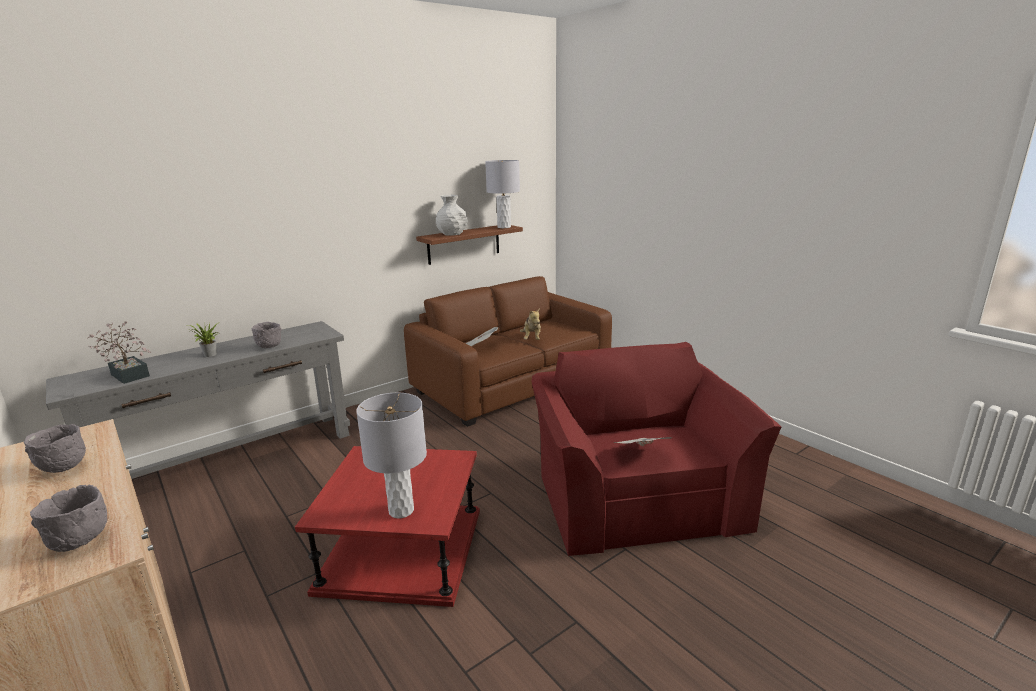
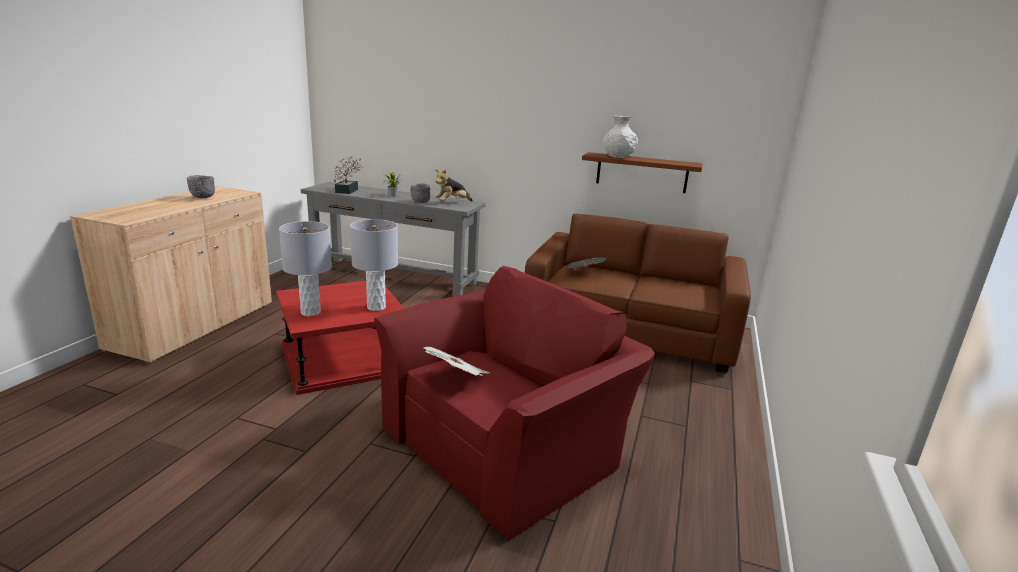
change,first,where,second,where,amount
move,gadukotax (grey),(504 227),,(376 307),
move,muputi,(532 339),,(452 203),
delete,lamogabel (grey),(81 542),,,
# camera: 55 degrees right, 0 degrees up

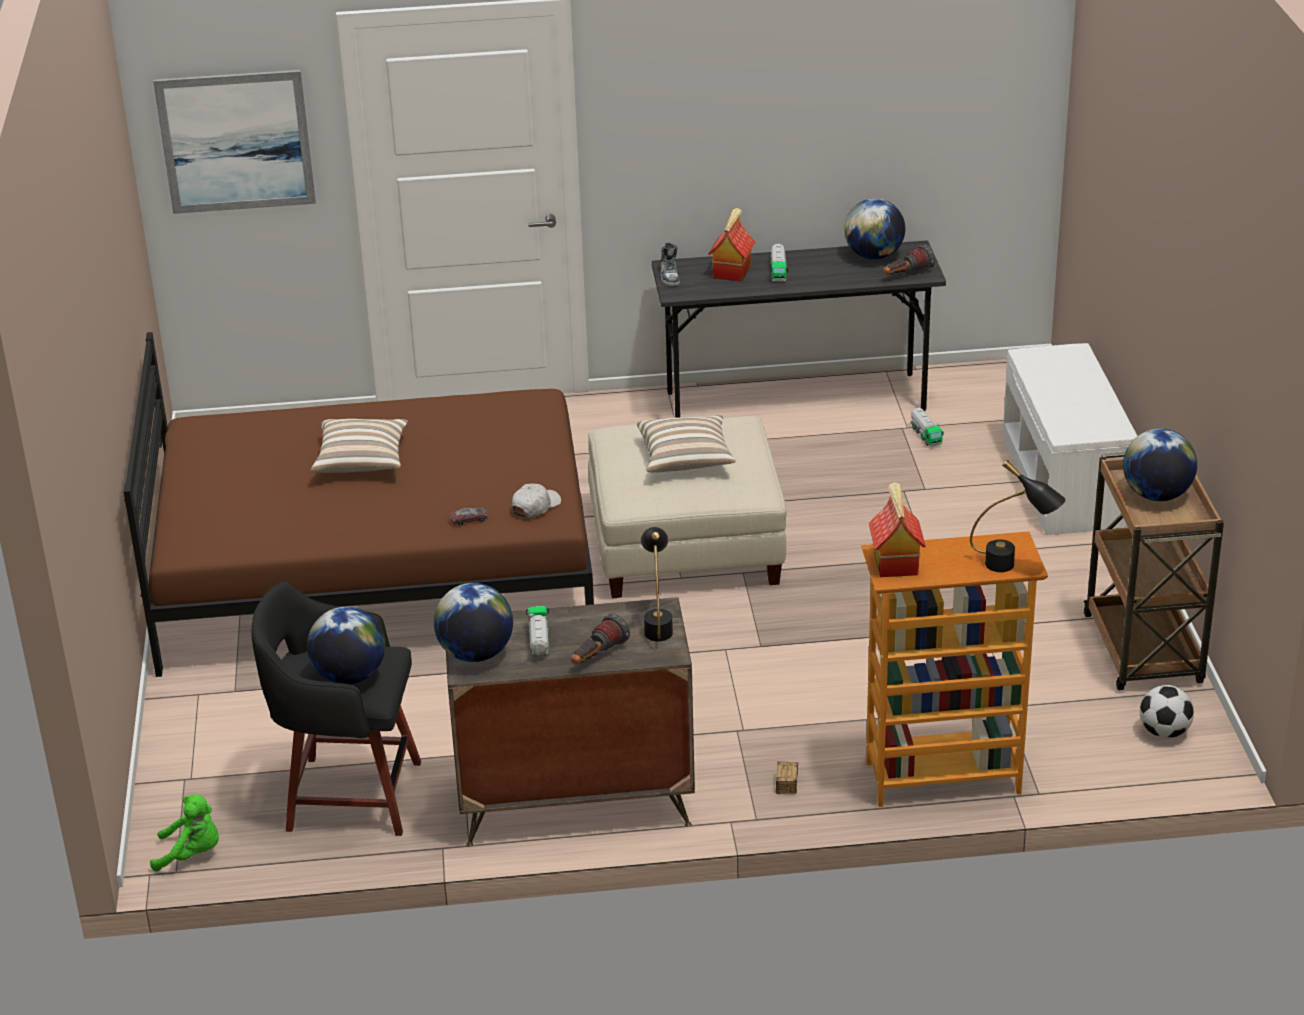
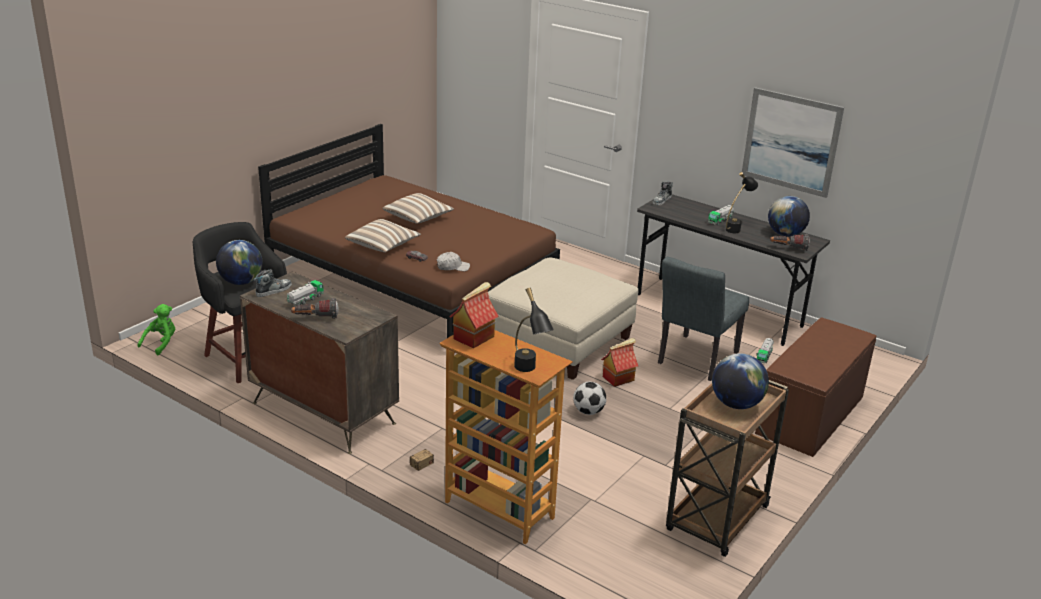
change,first,where,second,where,amount
rotate,muputi (green),(192 854),,(161 343),105 degrees counterclockwise
replace,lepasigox,(476 654),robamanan,(273 290),
move,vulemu,(686 459),,(383 246),
move,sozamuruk,(1164 732),,(588 412),
move,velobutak,(731 271),,(618 378),
insert,,,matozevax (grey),(694 360),
move,gadukotax (black),(658 624),,(736 228),
move,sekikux,(236 141),,(791 142),
recolor,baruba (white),(1066 482),baruba (brown),(811 416),
# camera: 40 degrees right, 5 degrees down

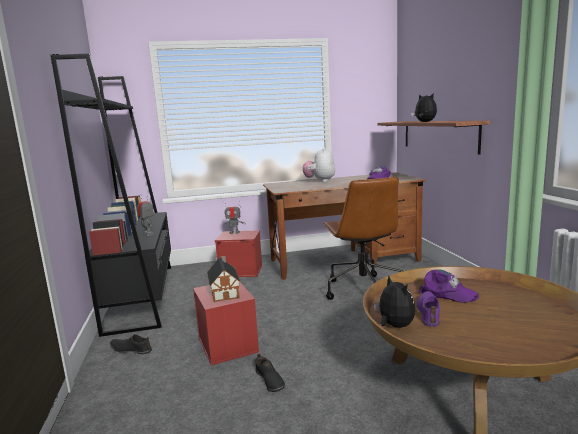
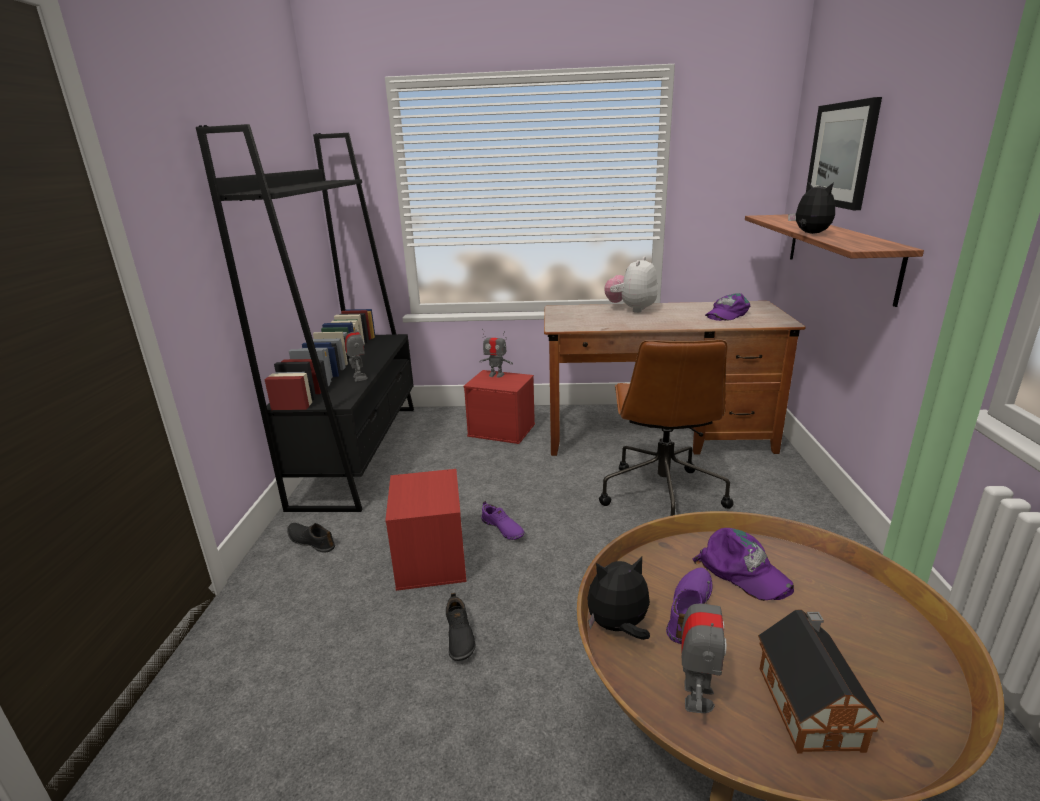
change,first,where,second,where,amount
insert,,,robamanan (purple),(502 529),
rotate,muputi,(394 326),,(618 627),90 degrees counterclockwise
insert,,,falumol,(696 696),
move,velobutak,(225 292),,(808 703),
insert,,,sekikux,(841 154),
# camera: 15 degrees right, 10 degrees up

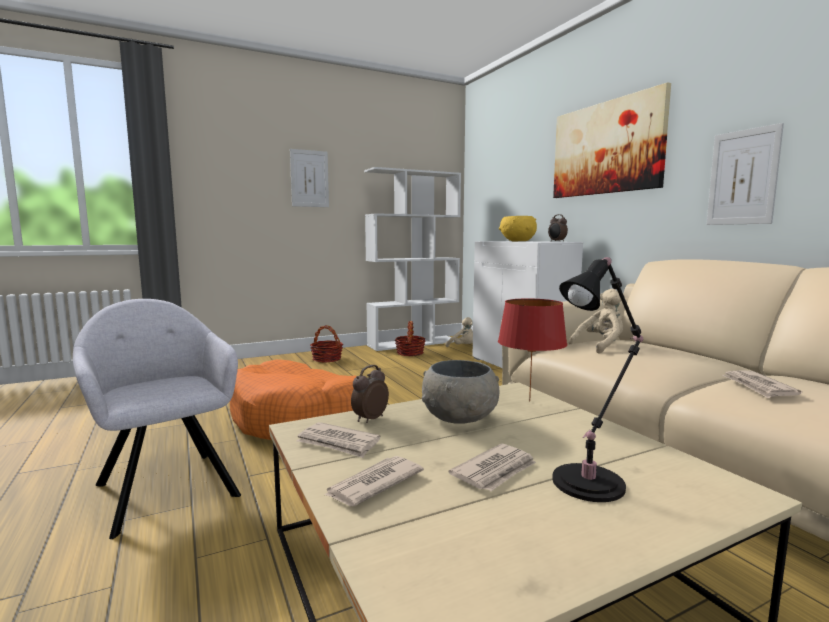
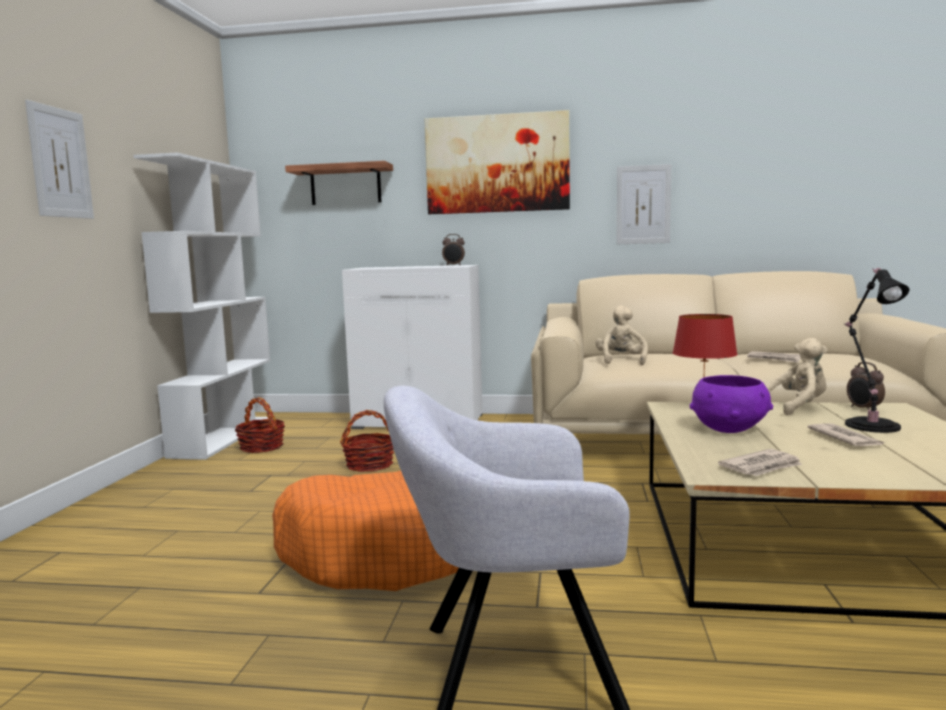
change,first,where,second,where,amount
insert,,,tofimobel,(345 185),
move,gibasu,(327 359),,(369 465),
recolor,lamogabel (grey),(460 419),lamogabel (purple),(729 429),
move,muputi (beige),(463 347),,(797 407),
move,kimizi,(369 419),,(863 409),
delete,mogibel,(373 484),,,
delete,lamogabel (yellow),(517 241),,,
# camera: 55 degrees left, 0 degrees up

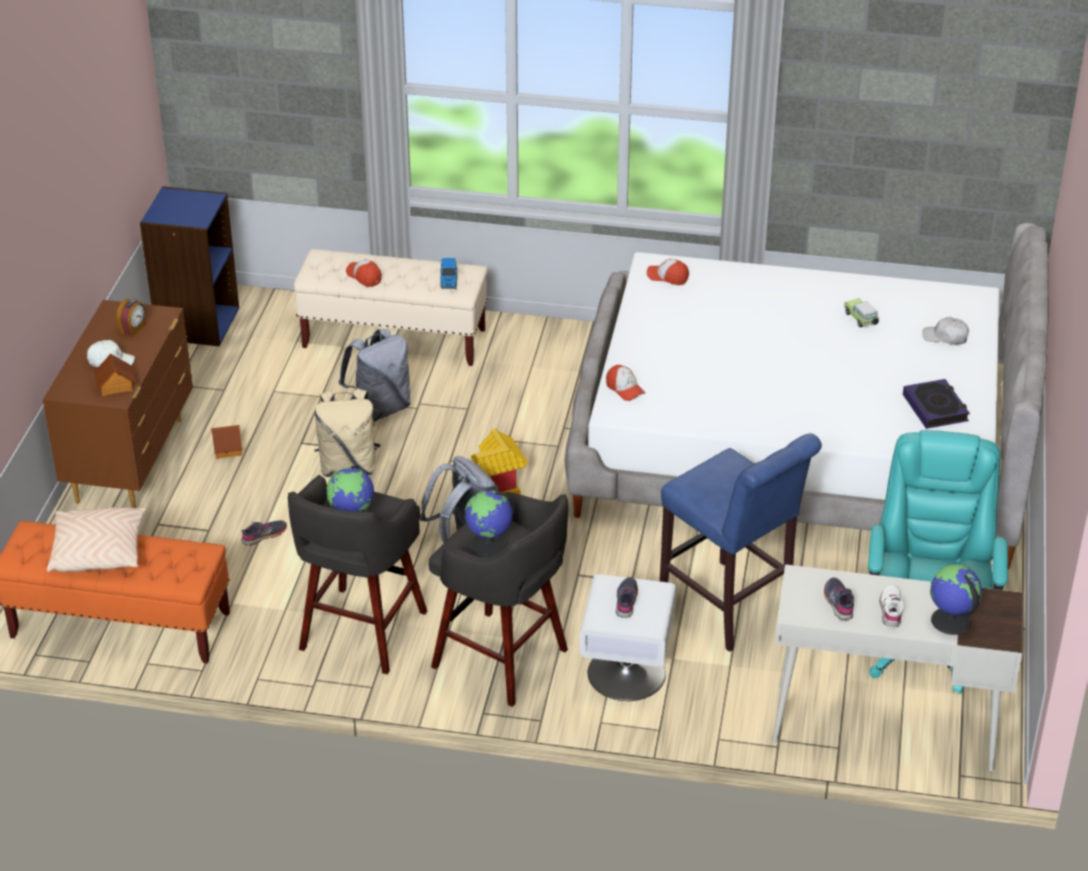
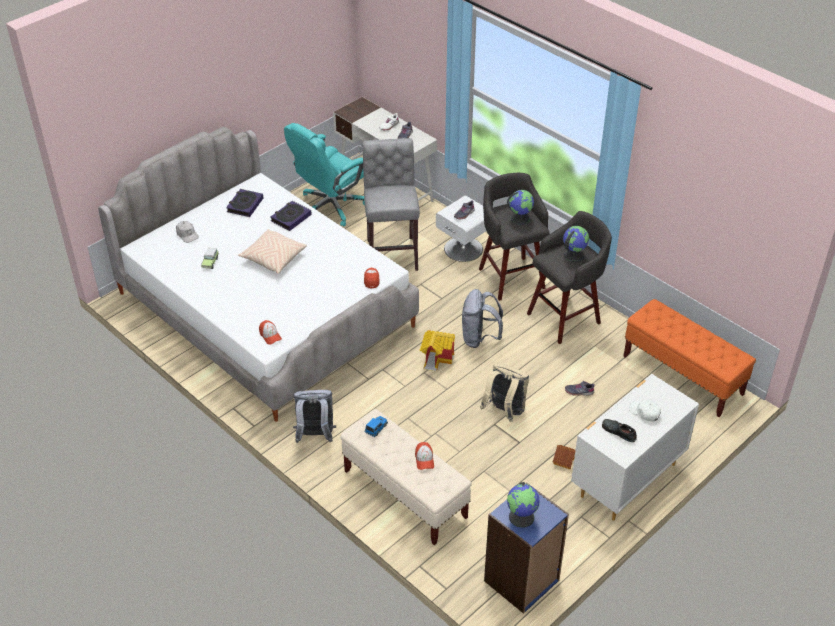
change,first,where,second,where,amount
move,vulemu (beige),(99 552),,(273 258),
insert,,,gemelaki,(291 218),
move,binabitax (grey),(380 409),,(315 435),
recolor,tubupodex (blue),(730 610),tubupodex (grey),(392 253),
move,lepasigox,(950 621),,(522 517),
recolor,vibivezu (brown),(132 460),vibivezu (white),(626 480),
replace,kimizi,(133 329),robamanan (black),(618 432),
delete,velobutak,(115 386),,,
# camera: 145 degrees left, 5 degrees up

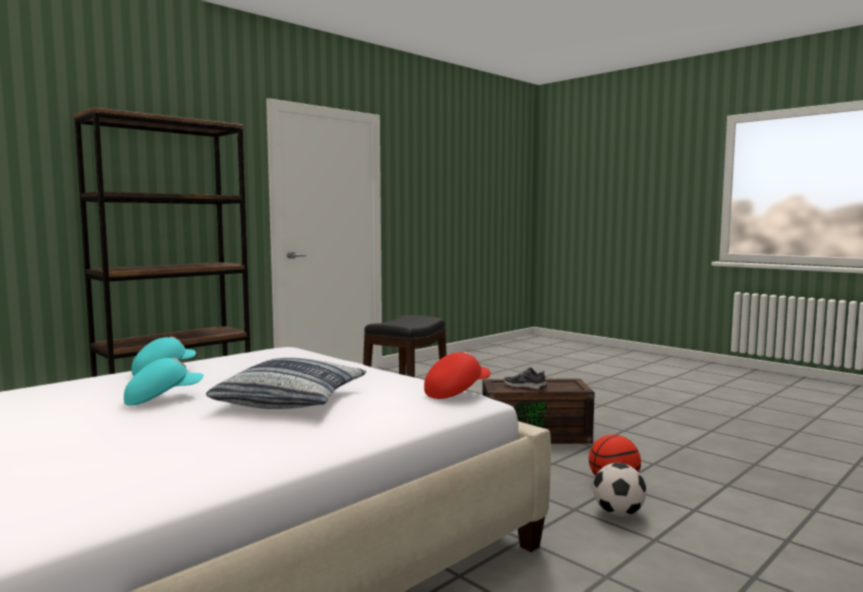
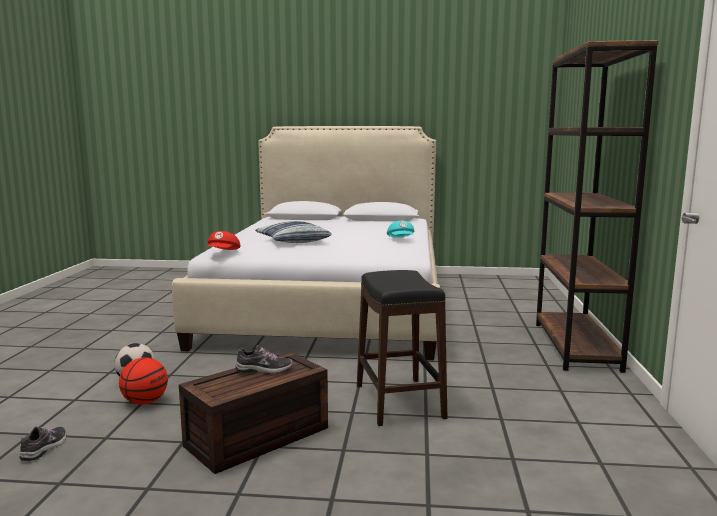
change,first,where,second,where,amount
insert,,,robamanan,(45 448),
delete,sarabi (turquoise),(163 398),,,
# camera: 140 degrees right, 5 degrees up

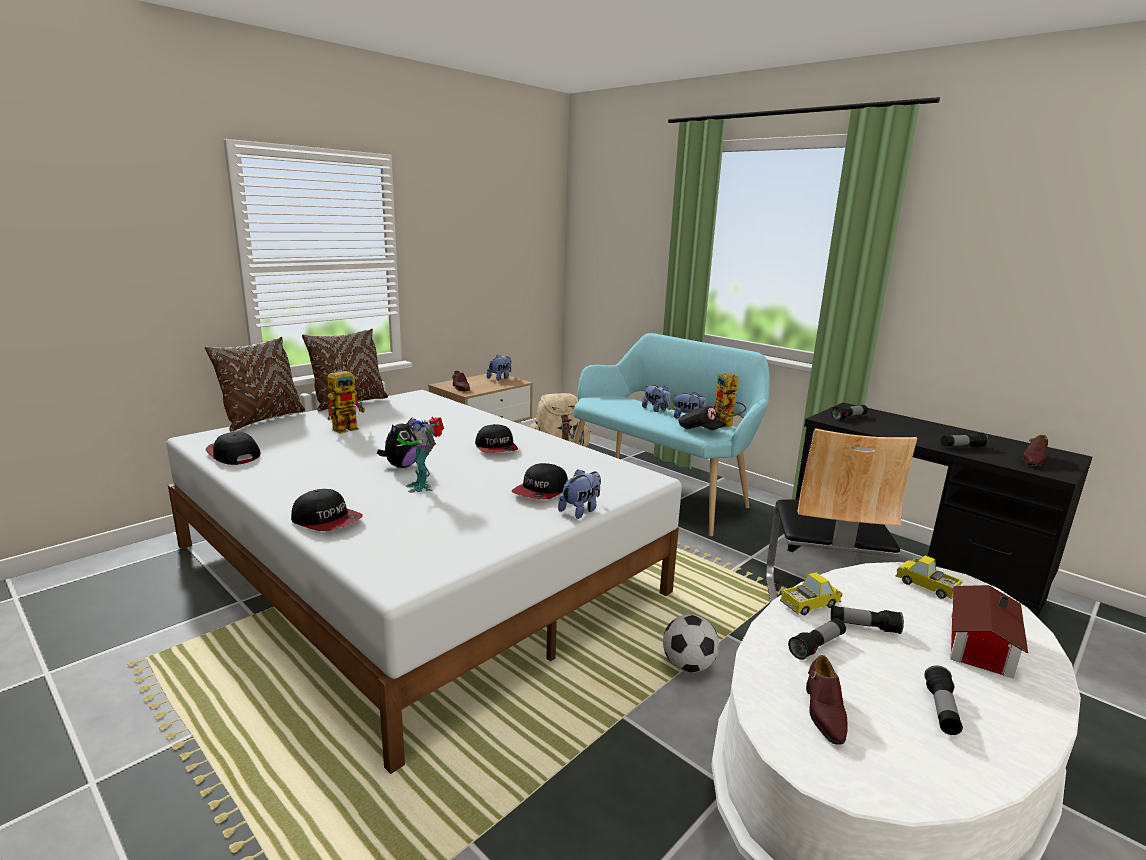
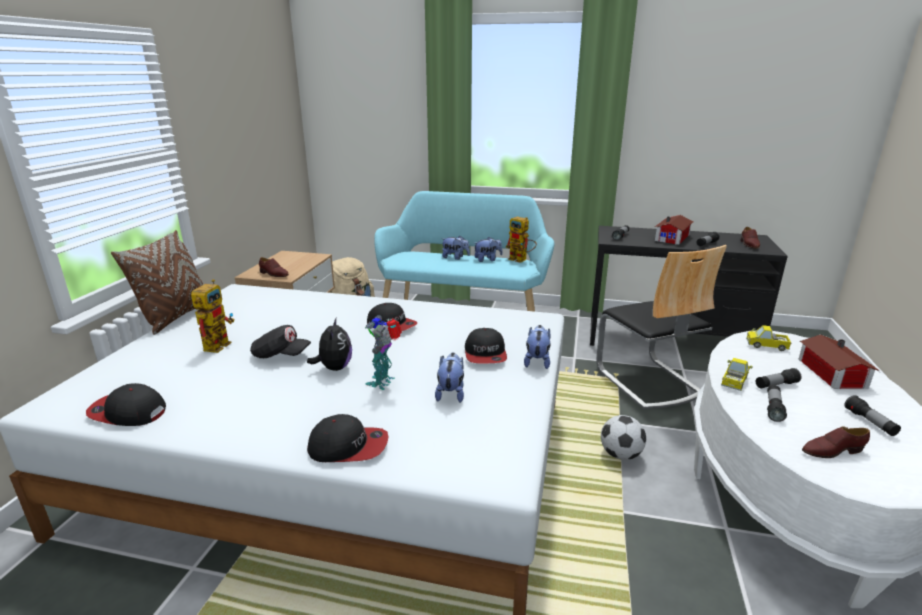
change,first,where,second,where,amount
move,sarabi (black),(700 430),,(281 355),
rotate,falumol,(422 486),,(383 381),75 degrees clockwise
move,muputi,(500 378),,(451 393),
insert,,,velobutak,(673 238),
rotate,robamanan (brown),(823 712),,(831 451),105 degrees clockwise
delete,vulemu (brown),(263 419),,,
# camera: 30 degrees left, 5 degrees up

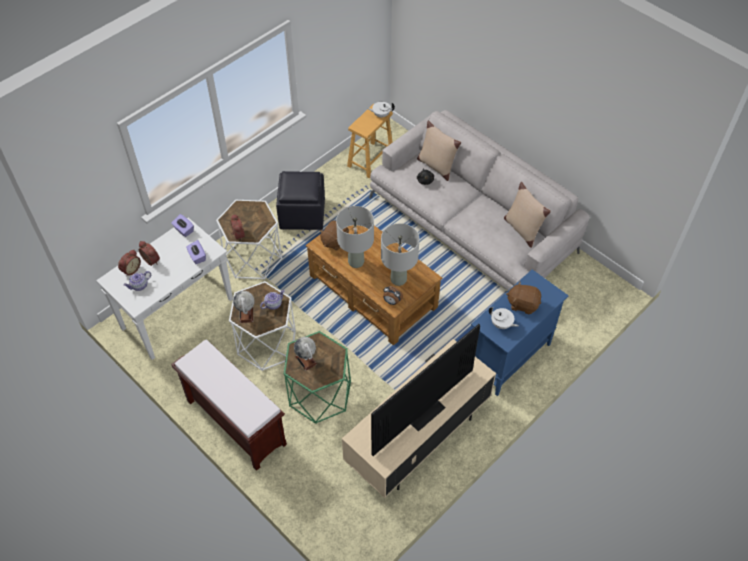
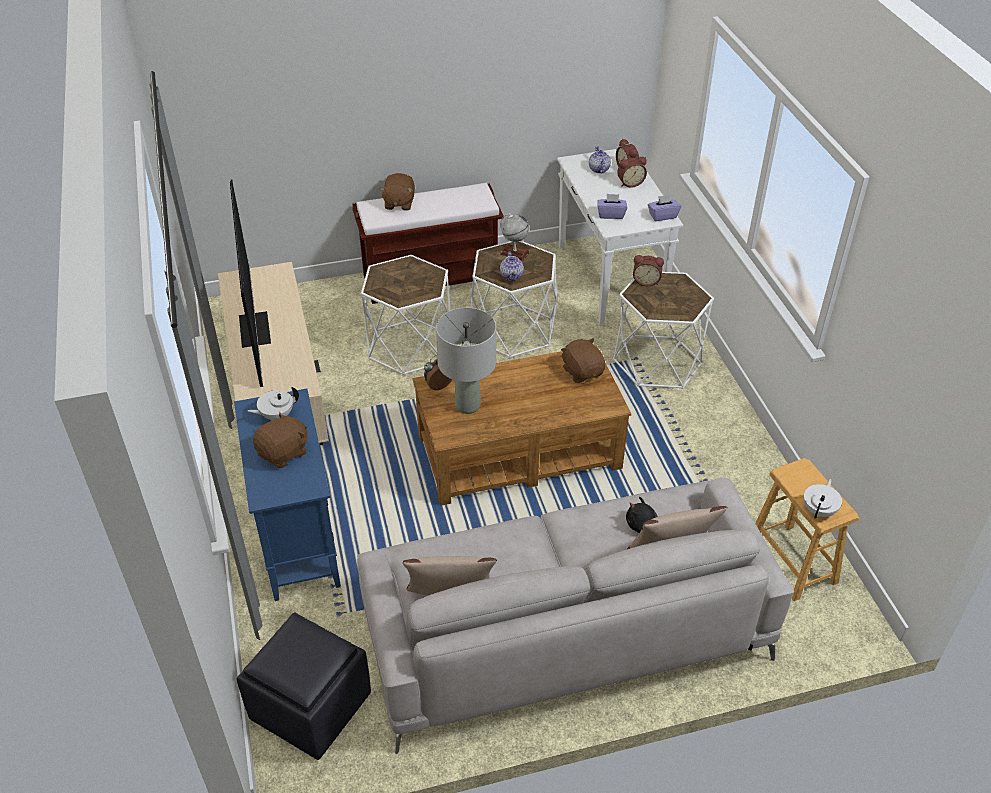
change,first,where,second,where,amount
move,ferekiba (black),(302 214),,(312 706),
recolor,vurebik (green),(319 393),vurebik (white),(409 347),
insert,,,muputi (brown),(399 203),
delete,lepasigox,(306 360),,,
delete,gadukotax (grey),(356 262),,,
# camera: 120 degrees right, 10 degrees down

